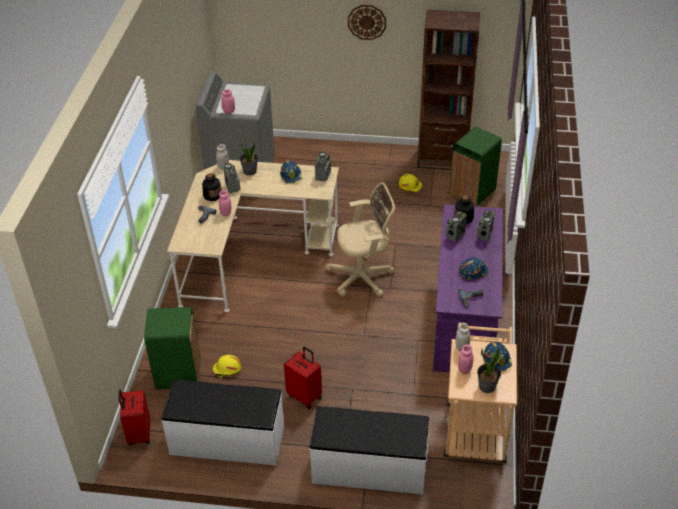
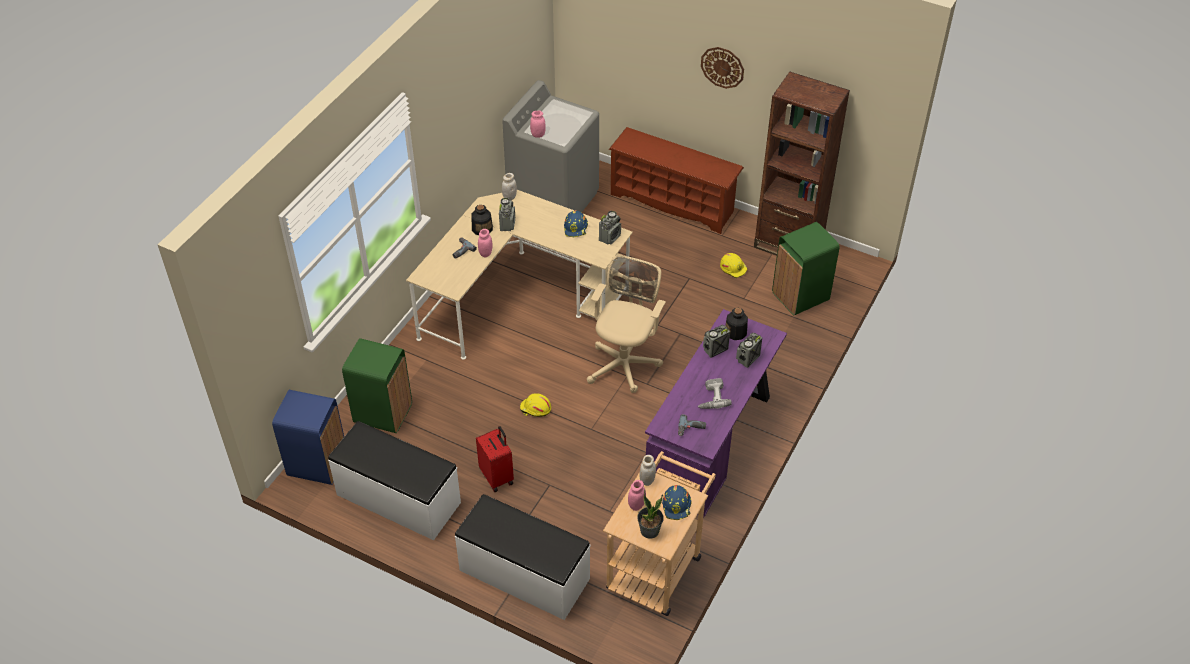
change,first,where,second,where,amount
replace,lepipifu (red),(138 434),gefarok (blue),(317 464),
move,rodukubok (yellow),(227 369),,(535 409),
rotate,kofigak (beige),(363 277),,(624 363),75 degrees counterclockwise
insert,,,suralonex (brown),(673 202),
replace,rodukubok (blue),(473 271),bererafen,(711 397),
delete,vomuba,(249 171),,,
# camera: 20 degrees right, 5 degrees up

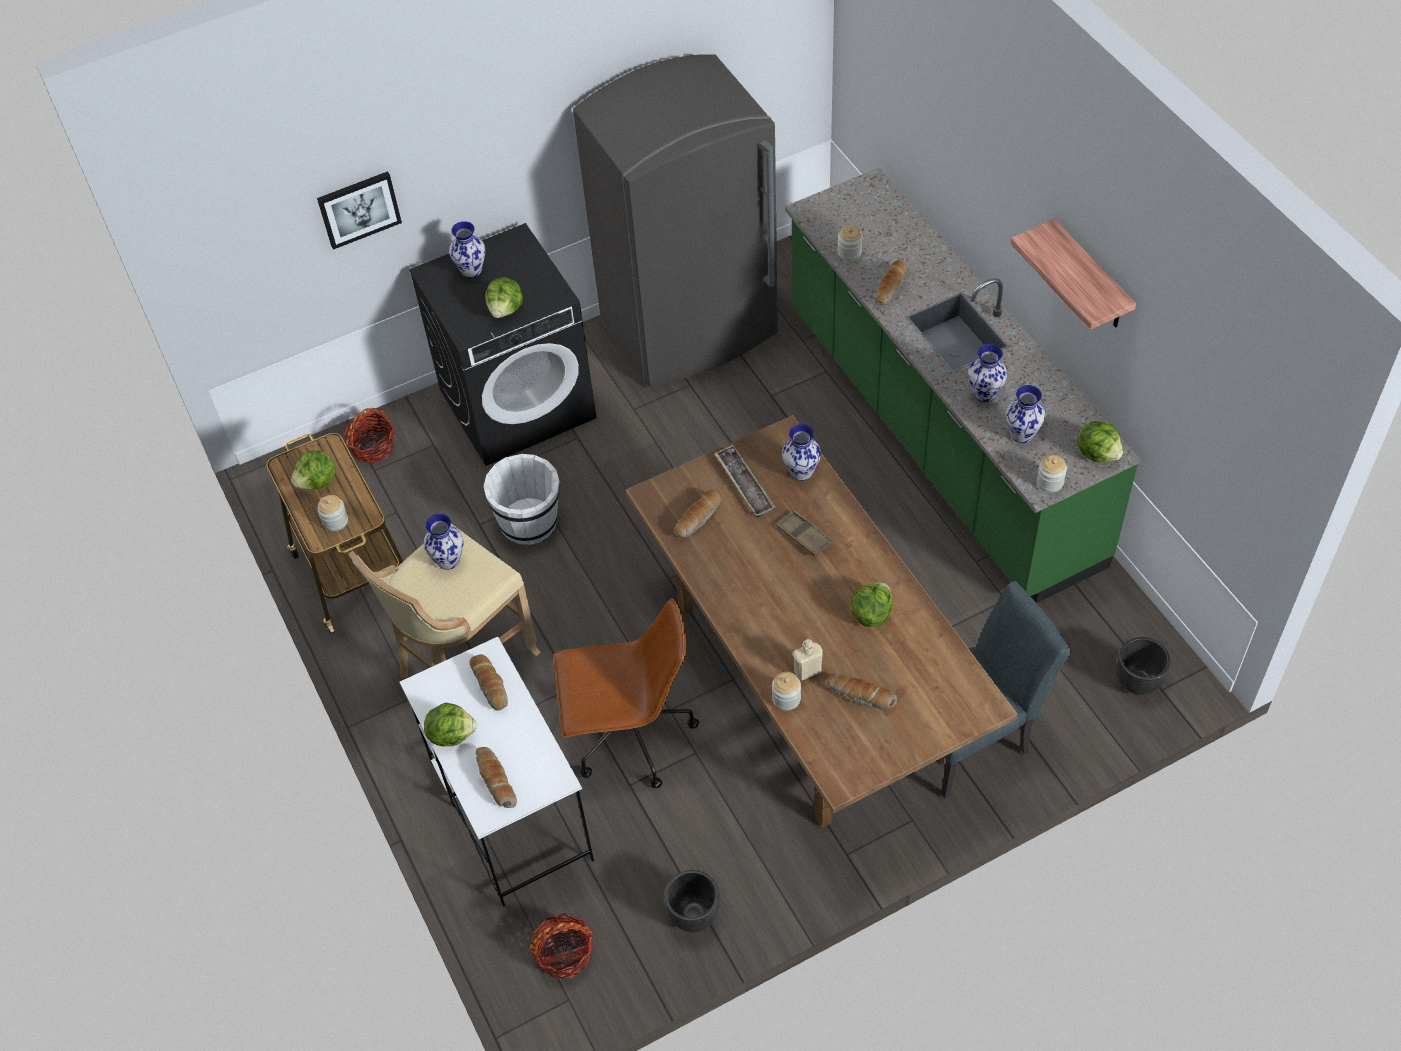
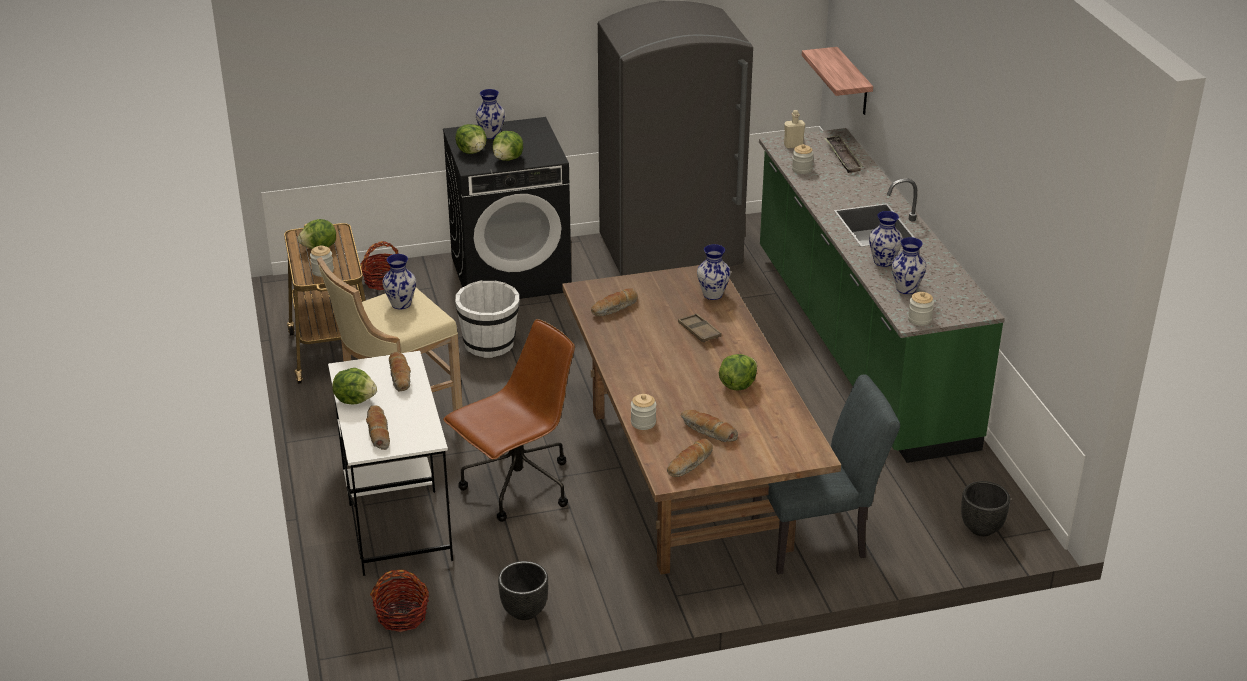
change,first,where,second,where,amount
rotate,kofigak (brown),(629 736),,(517 487),45 degrees counterclockwise
move,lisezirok,(1097 453),,(472 151),
move,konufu,(891 288),,(690 464),
move,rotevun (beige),(807 671),,(793 146),
move,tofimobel,(1091 278),,(853 82),
move,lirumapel,(744 485),,(843 157),
delete,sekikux,(359 209),,,
# camera: 10 degrees right, 20 degrees down

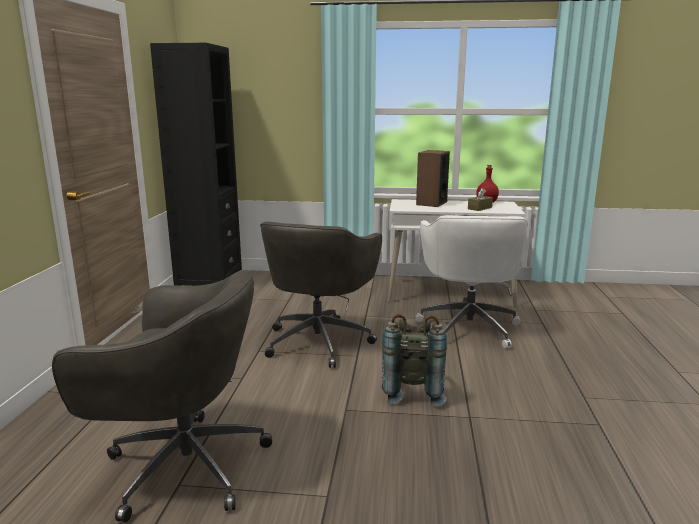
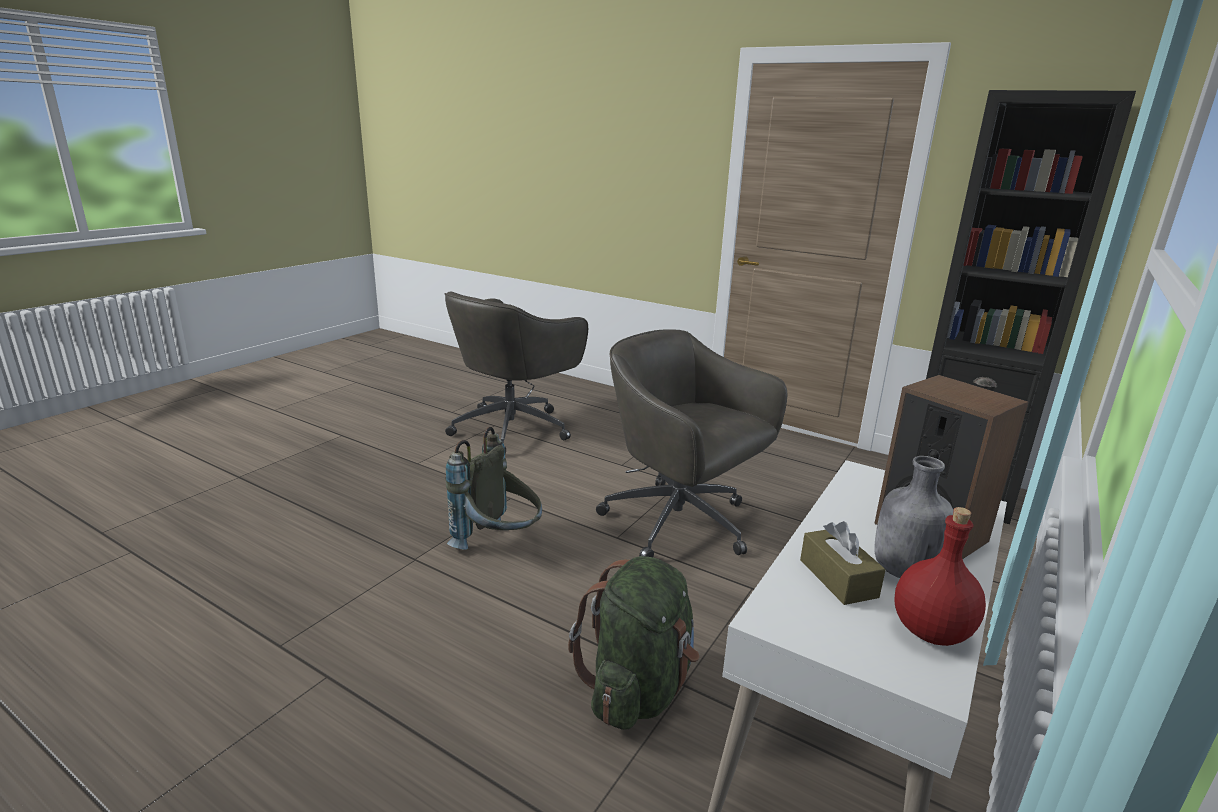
change,first,where,second,where,amount
replace,kofigak (white),(468 326),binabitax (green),(638 689),
insert,,,rotevun (grey),(902 571),
# camera: 115 degrees right, 5 degrees up

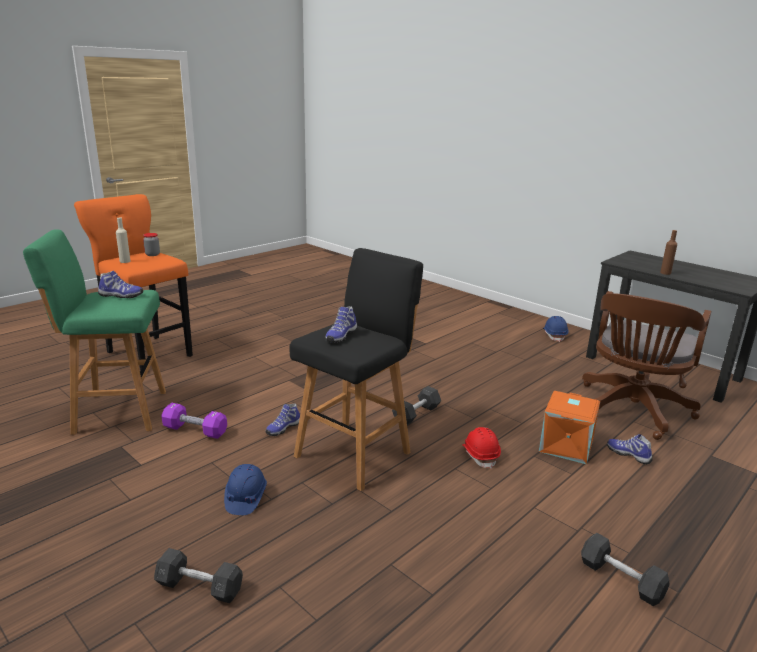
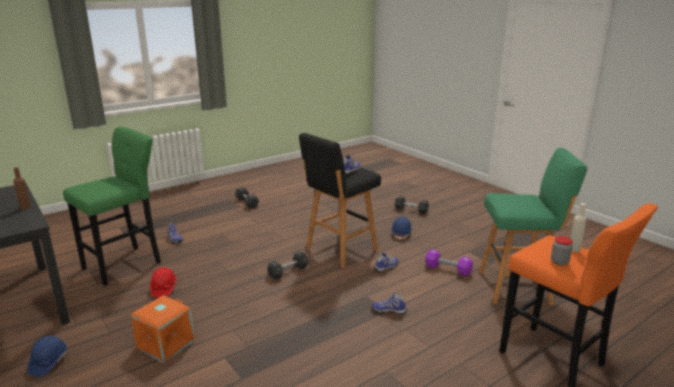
change,first,where,second,where,amount
replace,kofigak (brown),(632 411),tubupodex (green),(125 264),
move,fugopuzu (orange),(567 446),,(165 343),
move,rodukubok (red),(480 455),,(163 289),
move,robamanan,(120 296),,(389 310),
# camera: 170 degrees left, 0 degrees up

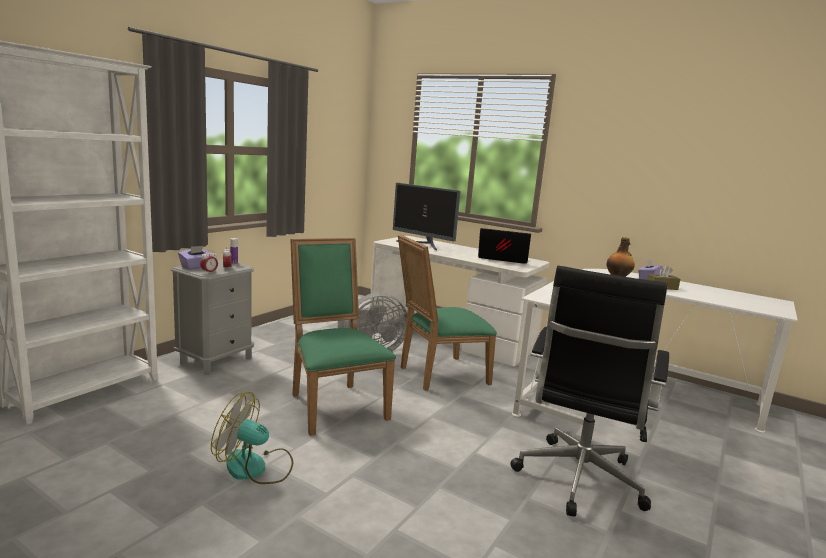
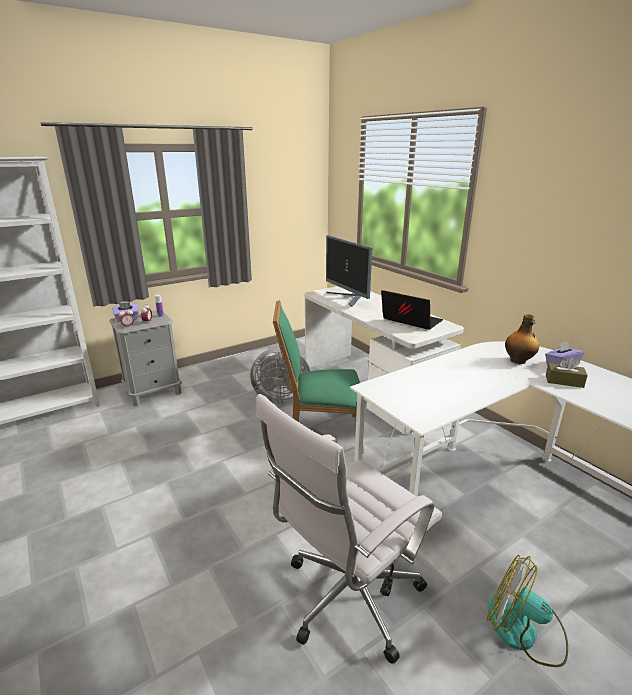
change,first,where,second,where,amount
recolor,kofigak (black),(578 482),kofigak (white),(348 599),
move,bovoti,(255 468),,(523 631),
delete,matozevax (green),(334 404),,,
# camera: 25 degrees right, 10 degrees up

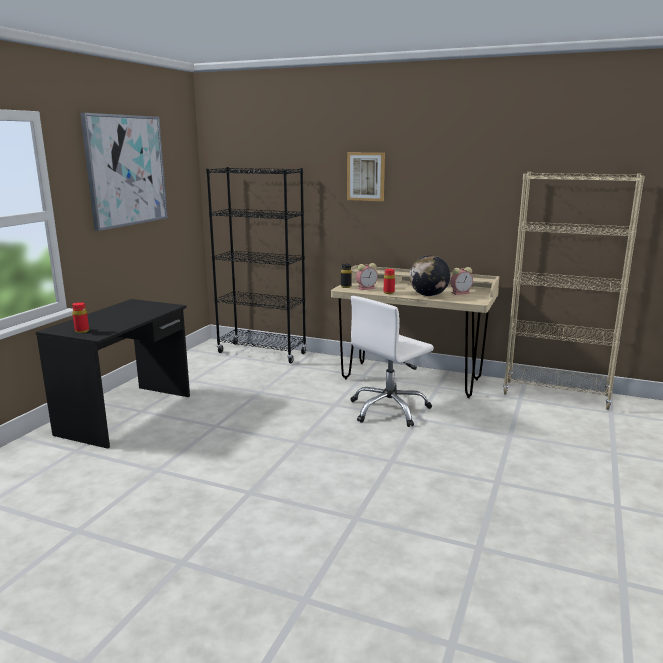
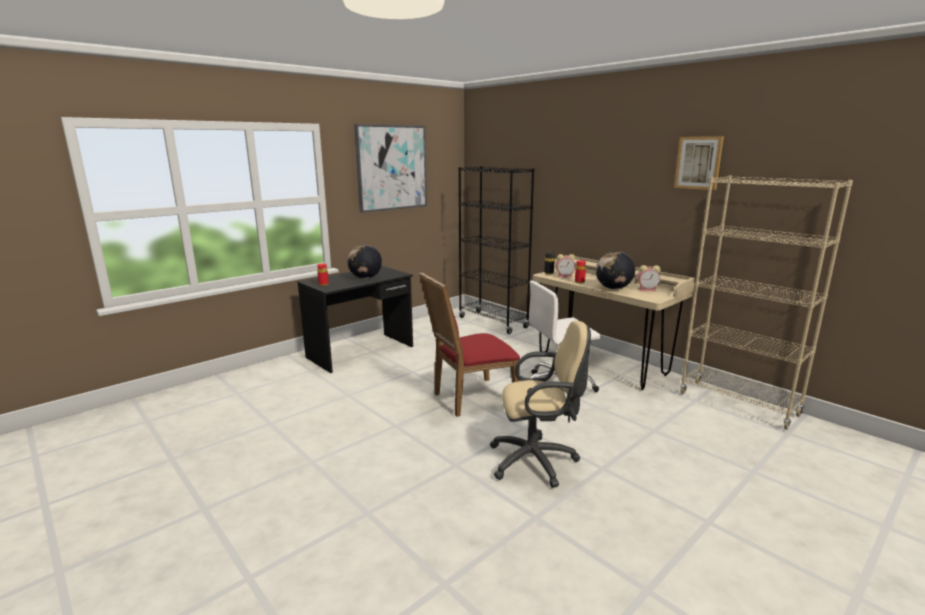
change,first,where,second,where,amount
insert,,,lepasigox,(365 278),
insert,,,matozevax (red),(470 398),
insert,,,kofigak (beige),(537 461),
move,sekikux,(366 176),,(698 163),
# camera: 25 degrees right, 0 degrees up

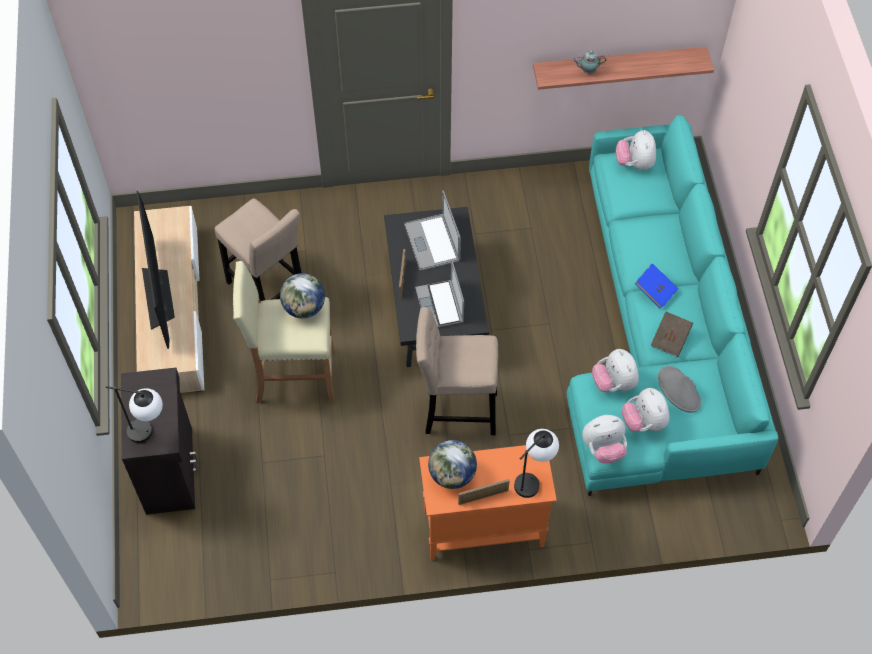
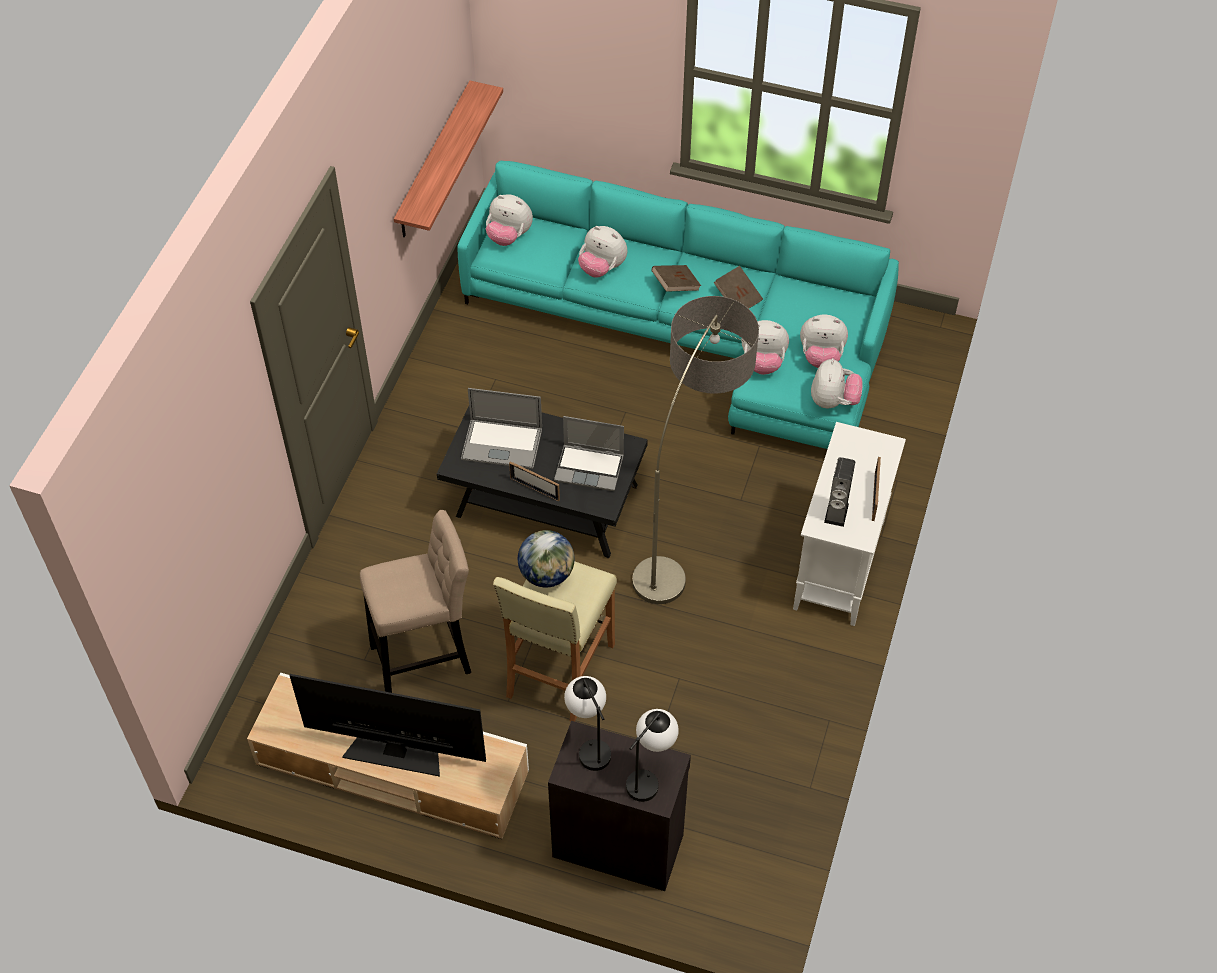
change,first,where,second,where,amount
move,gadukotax,(533 478),,(589 745),
insert,,,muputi,(602 268),
replace,tubupodex (beige),(456 411),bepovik,(687 534),
recolor,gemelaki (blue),(655 291),gemelaki (brown),(675 285),
recolor,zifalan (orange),(482 528),zifalan (white),(839 566),
replace,lepasigox,(452 475),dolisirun,(836 513),
delete,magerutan,(587 70),,,
delete,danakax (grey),(679 390),,,
# camera: 65 degrees left, 5 degrees down

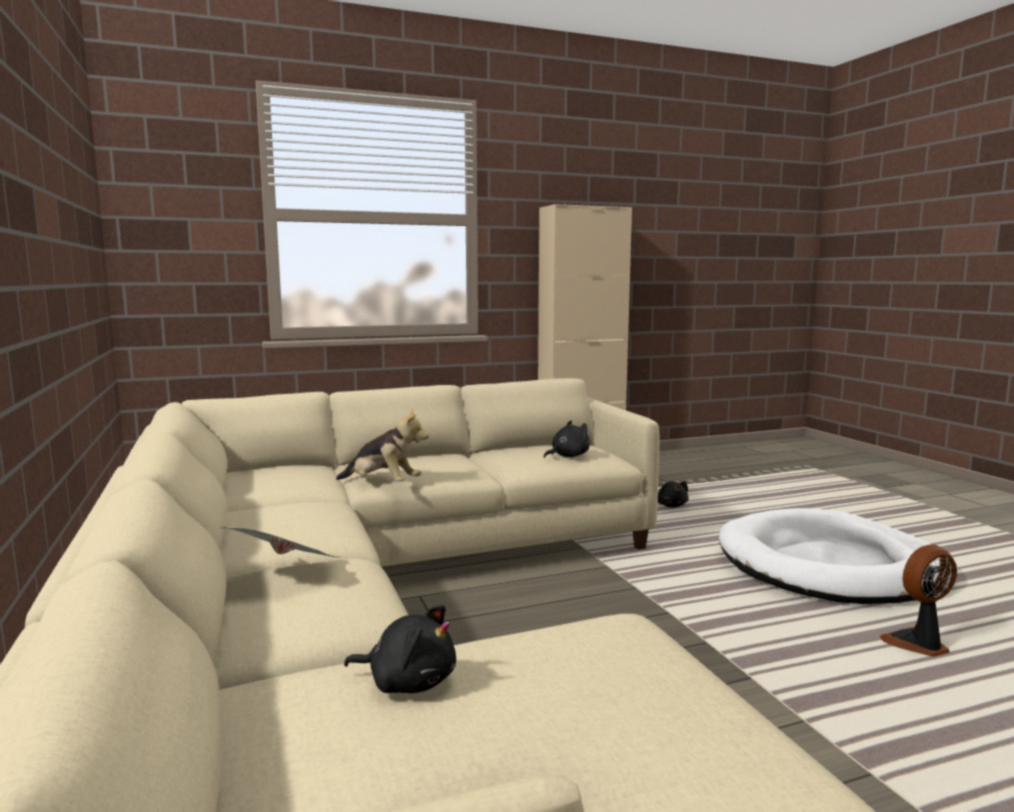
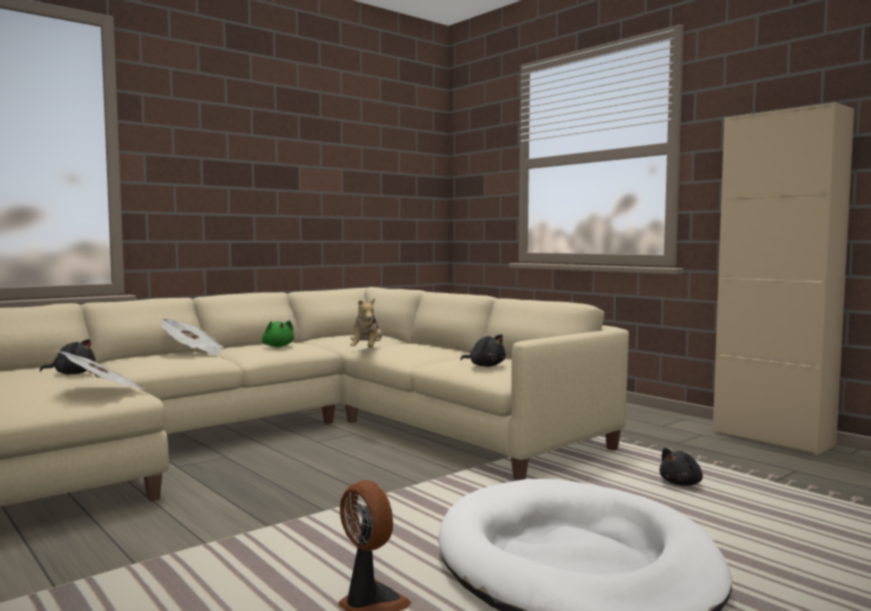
change,first,where,second,where,amount
rotate,muputi (black),(408 682),,(72 374),90 degrees counterclockwise
insert,,,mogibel,(104 392),
insert,,,muputi (green),(278 346),
# camera: 70 degrees right, 5 degrees down

